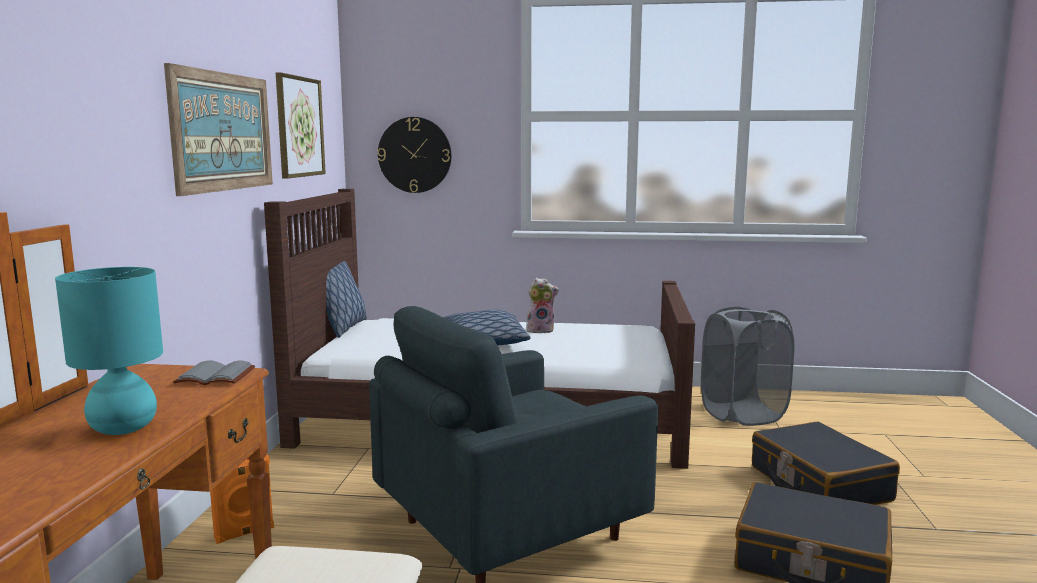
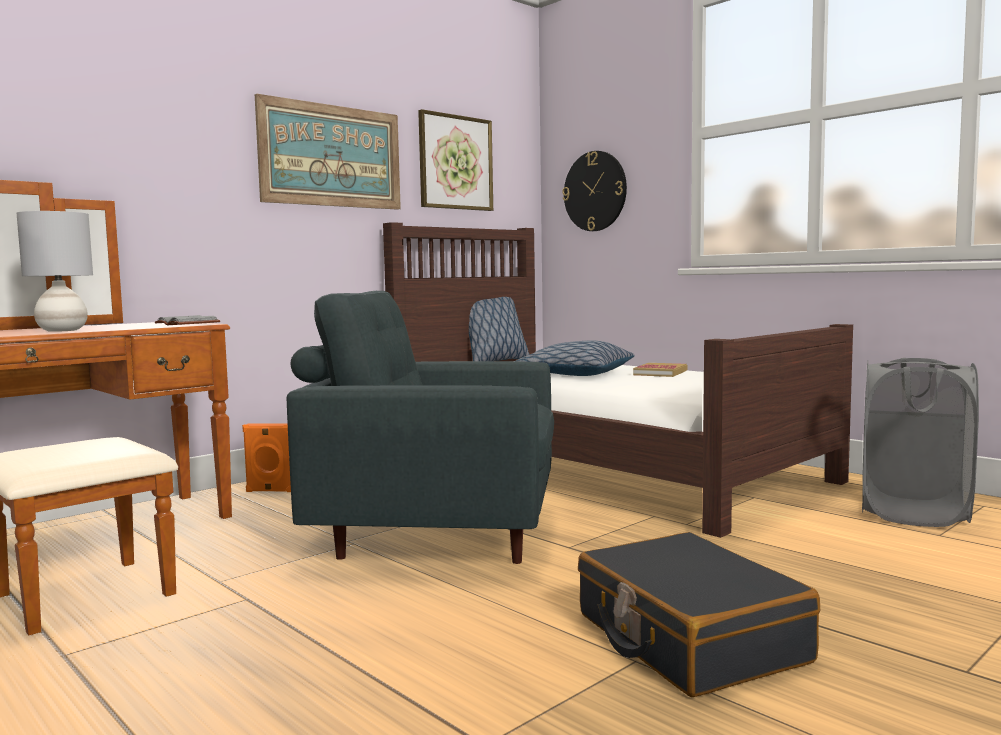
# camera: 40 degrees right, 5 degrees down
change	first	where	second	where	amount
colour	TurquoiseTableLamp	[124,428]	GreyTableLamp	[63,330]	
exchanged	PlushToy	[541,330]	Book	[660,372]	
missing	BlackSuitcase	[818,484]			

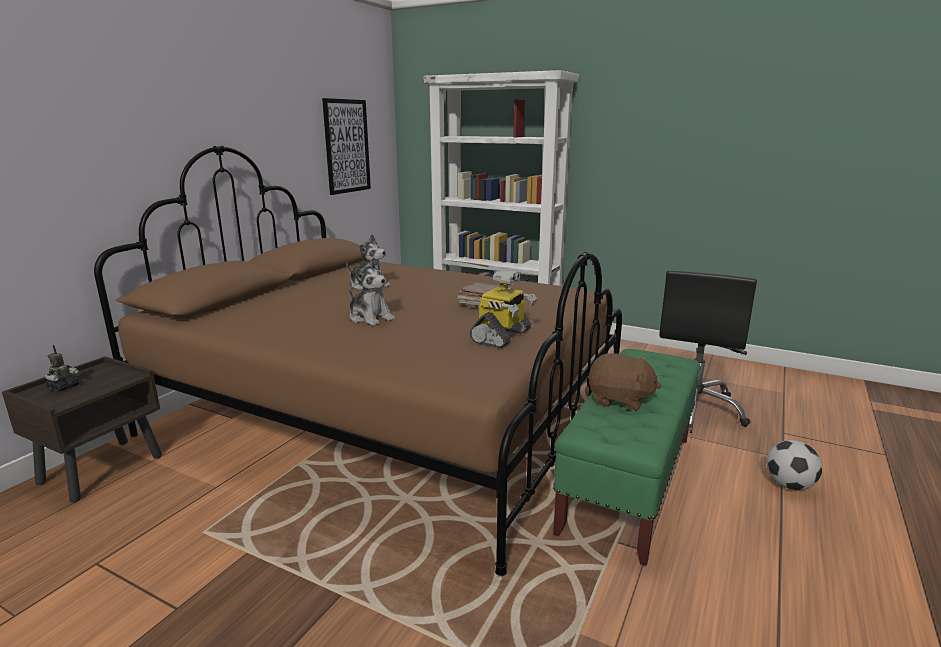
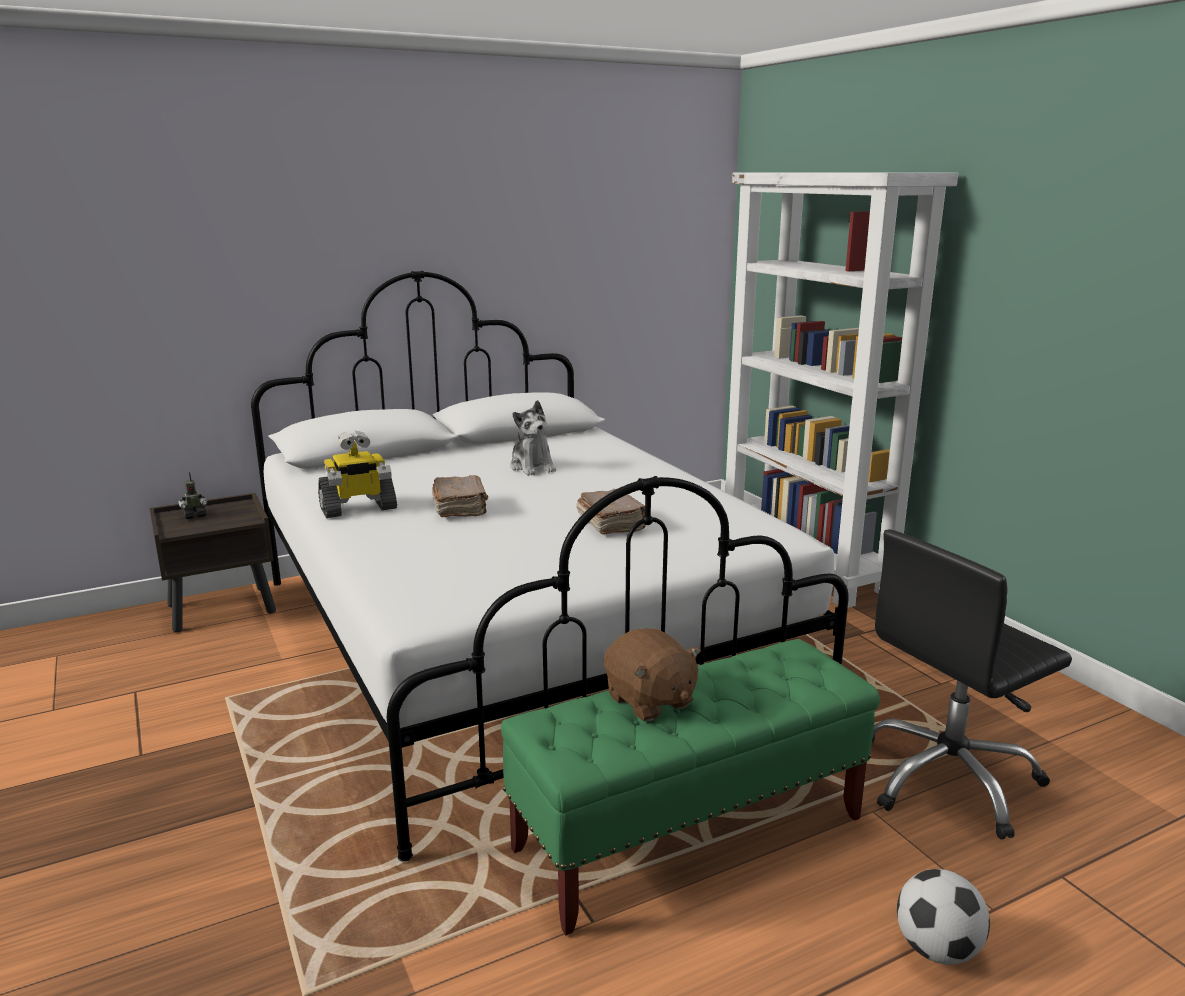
# camera: 35 degrees right, 0 degrees up
change	first	where	second	where	amount
colour	BrownBed	[388,416]	WhiteBed	[516,642]	
relocated	ToyRobot	[502,336]		[358,509]	
exchanged	PlushToy	[370,318]	BrownBook	[460,508]	
missing	Picture	[347,146]			

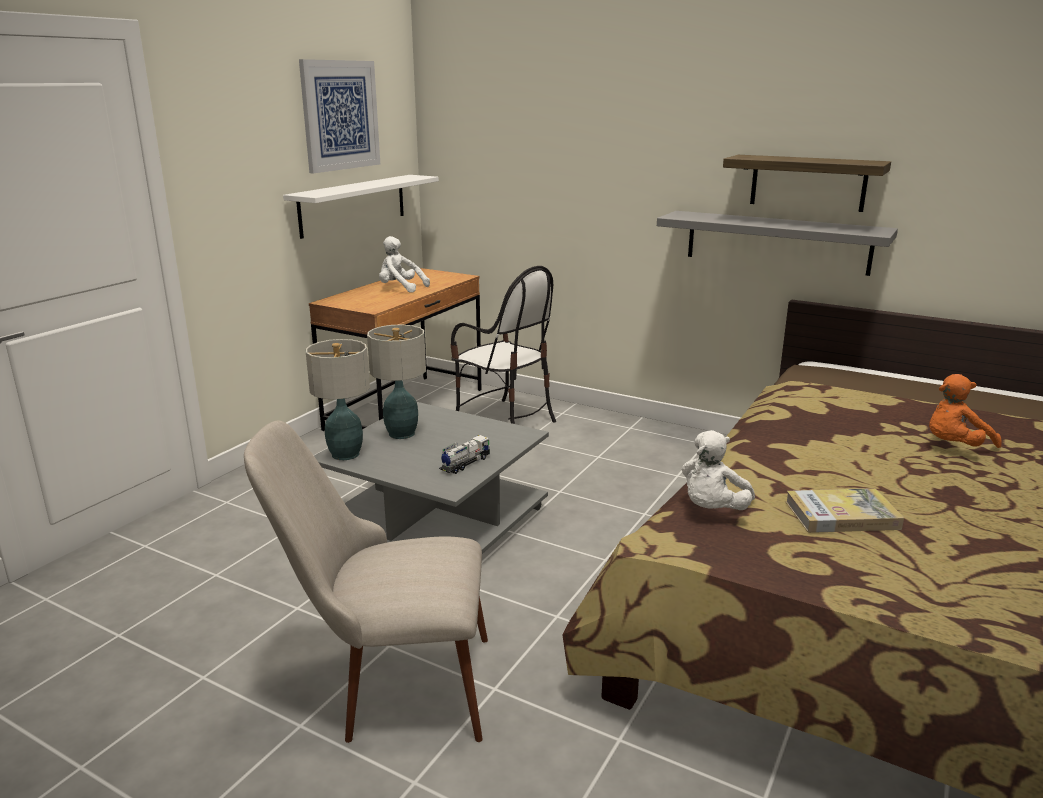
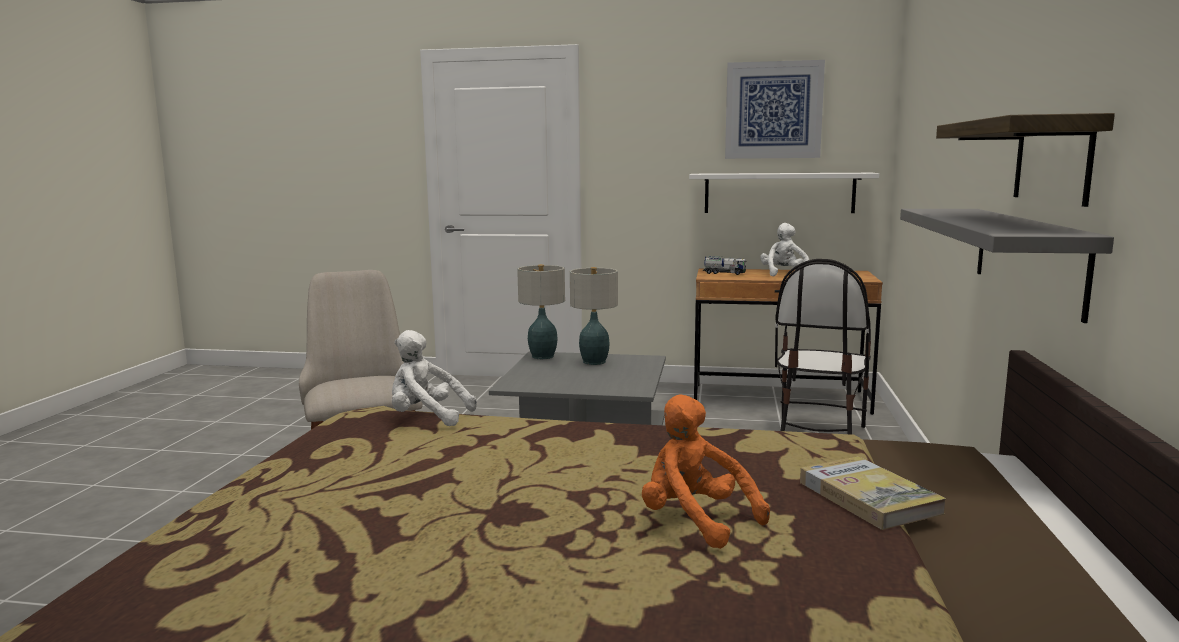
# camera: 70 degrees right, 10 degrees down
change	first	where	second	where	amount
relocated	ToyTruck	[465,464]		[724,273]	
relocated	Book	[841,515]		[868,497]	

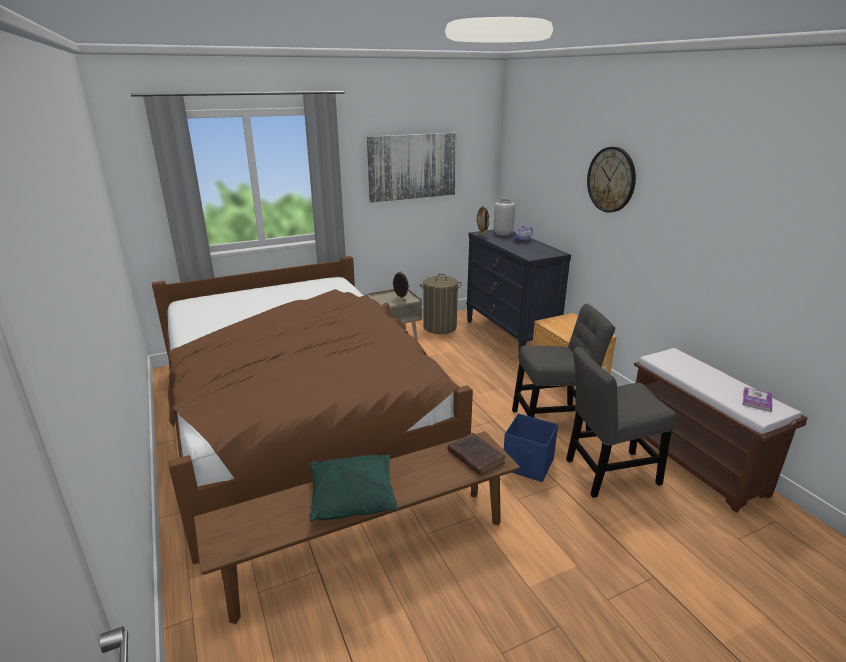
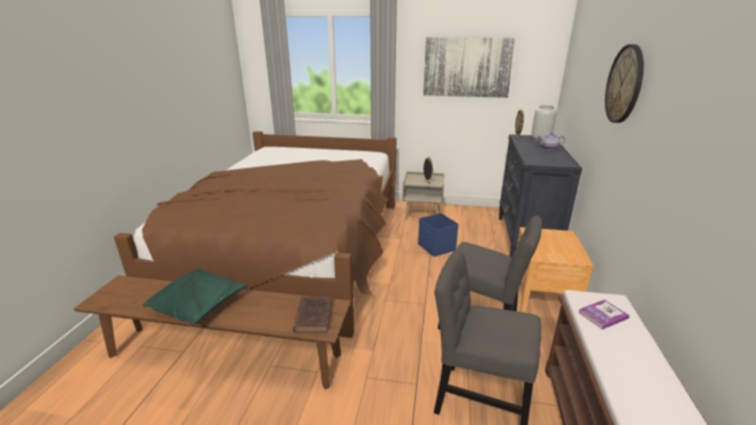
# camera: 35 degrees right, 0 degrees up
change	first	where	second	where	amount
relocated	BlueStorageBox	[528,465]		[436,247]	
relocated	Book	[757,400]		[602,315]	
missing	LaundryBasket	[439,327]			

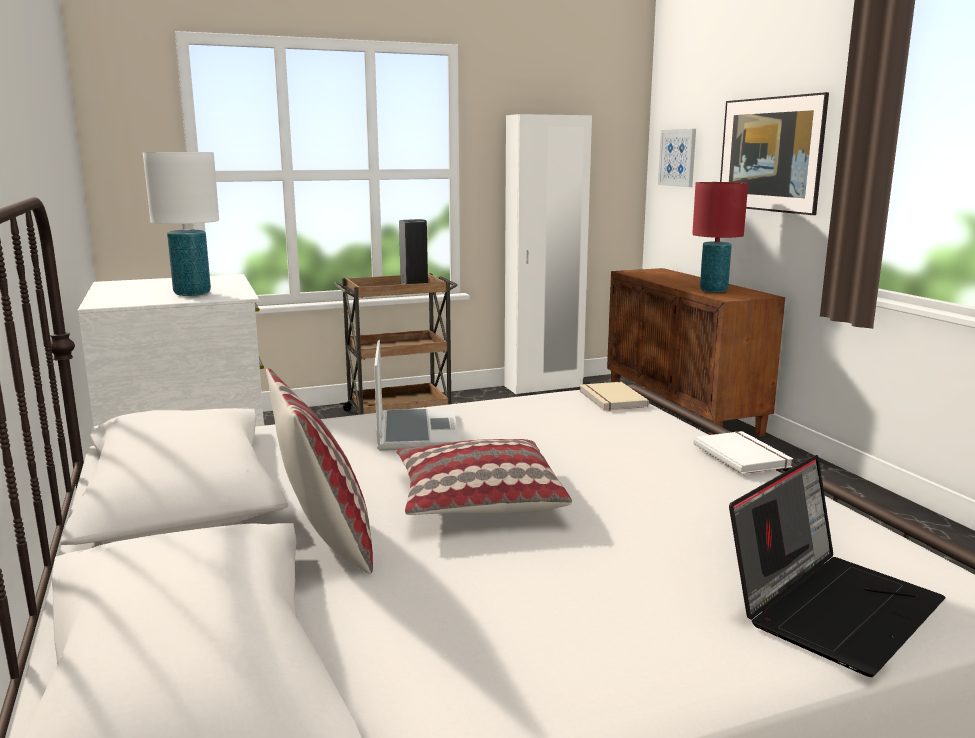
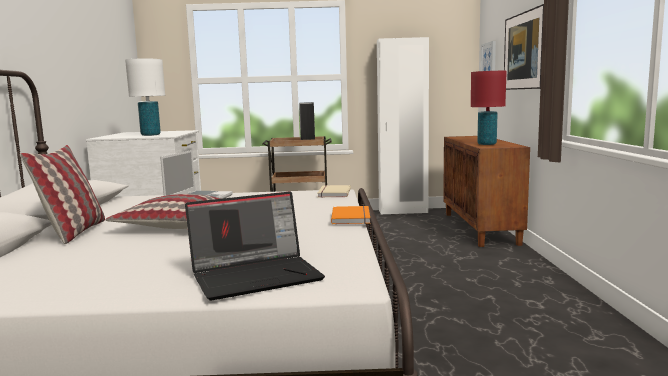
# camera: 20 degrees right, 5 degrees down
change	first	where	second	where	amount
colour	WhiteBook	[743,455]	OrangeBook	[352,217]	

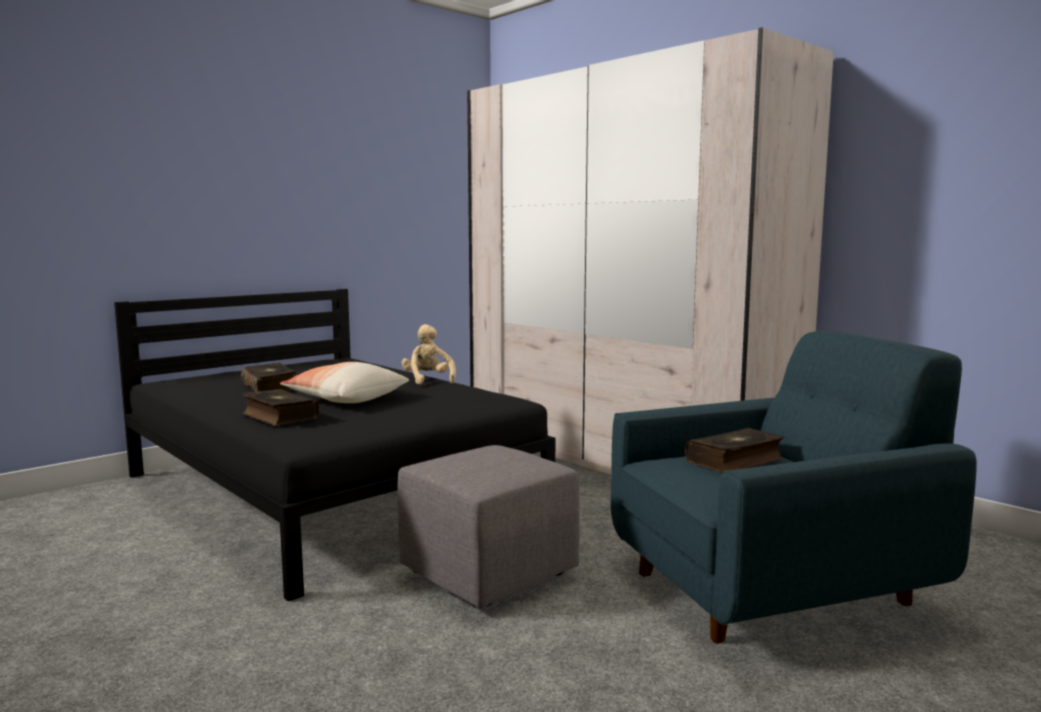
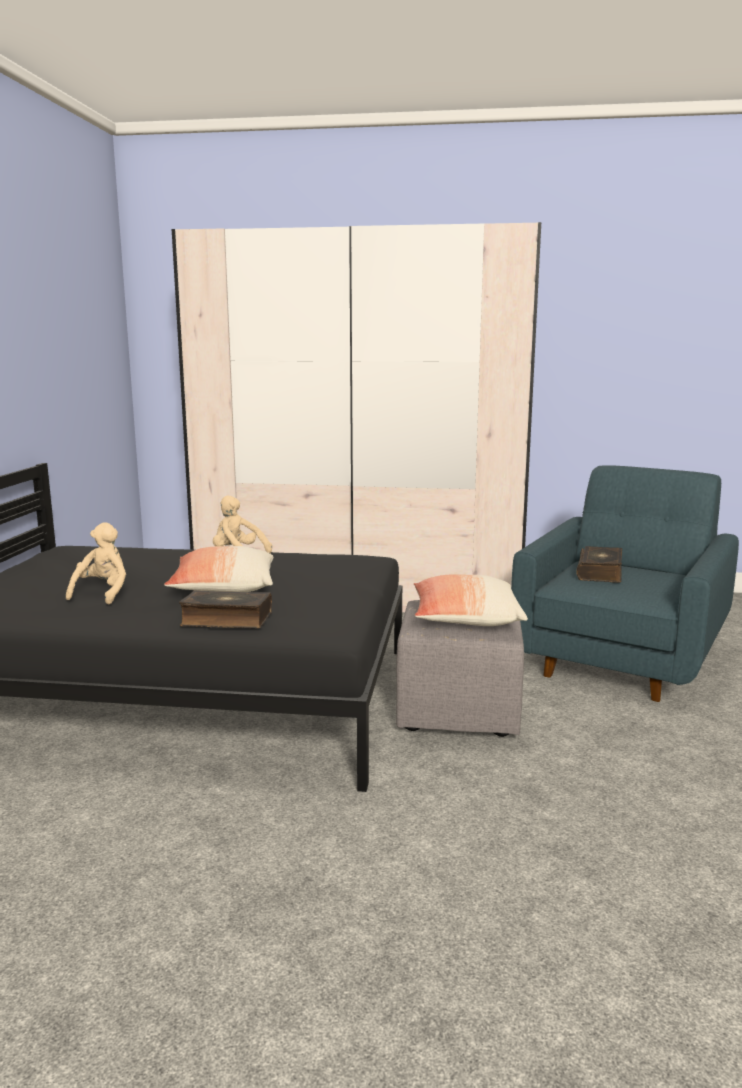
# camera: 40 degrees left, 5 degrees up
change	first	where	second	where	amount
exchanged	Book	[270,387]	BeigePlushToy	[103,593]	
appeared			Pillow	[465,619]	

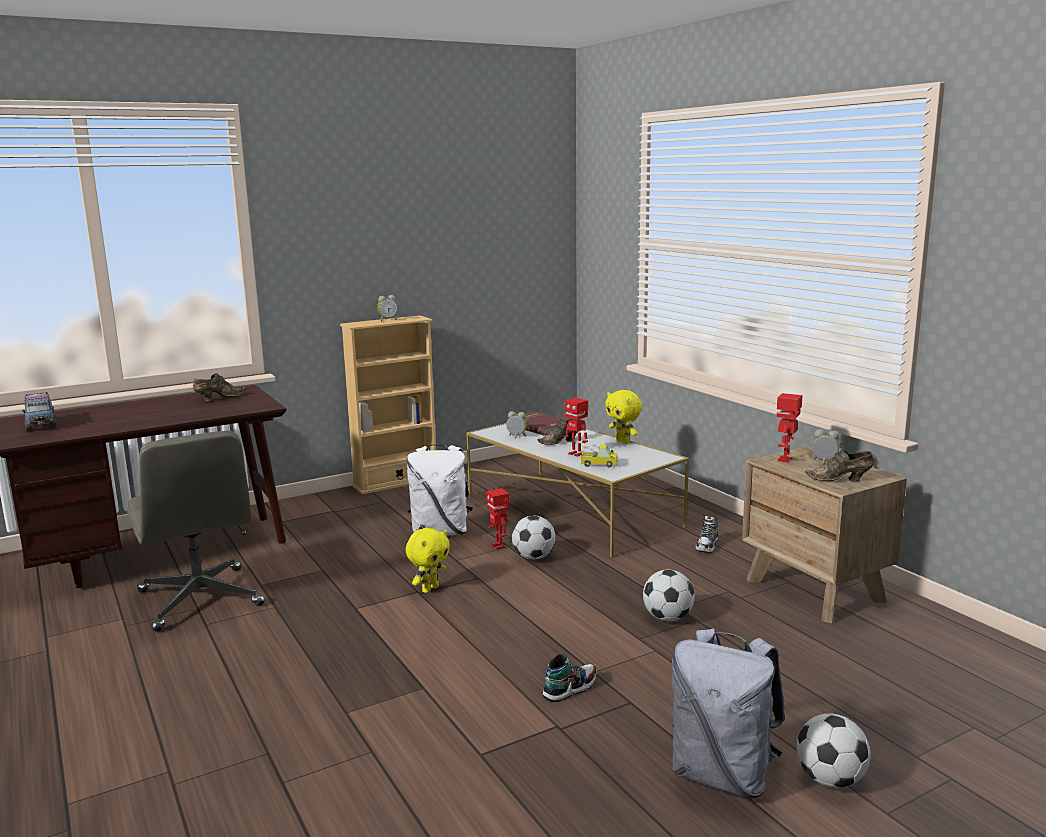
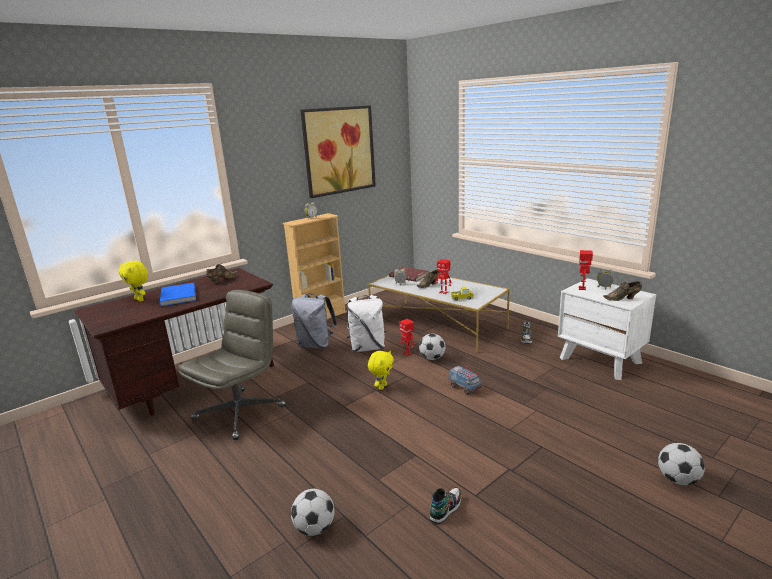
# camera: 10 degrees left, 5 degrees up
change	first	where	second	where	amount
relocated	YellowPlushToy	[623,442]		[140,299]	
appeared			BlueBook	[179,296]	
spun	GreyOfficeChair	[201,599]		[240,412]	105 degrees counterclockwise
relocated	GreyBackpack	[723,775]		[316,345]	
relocated	Football	[668,618]		[314,528]	
appeared			Picture	[339,150]	
relocated	Shoe	[570,688]		[445,509]	
relocated	ToyTruck	[41,425]		[465,388]	
colour	BrownNightstand	[815,590]	WhiteNightstand	[600,360]	

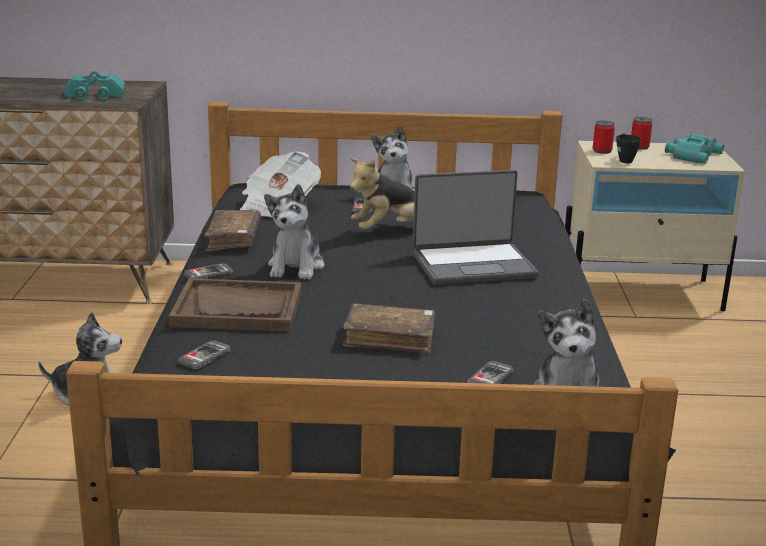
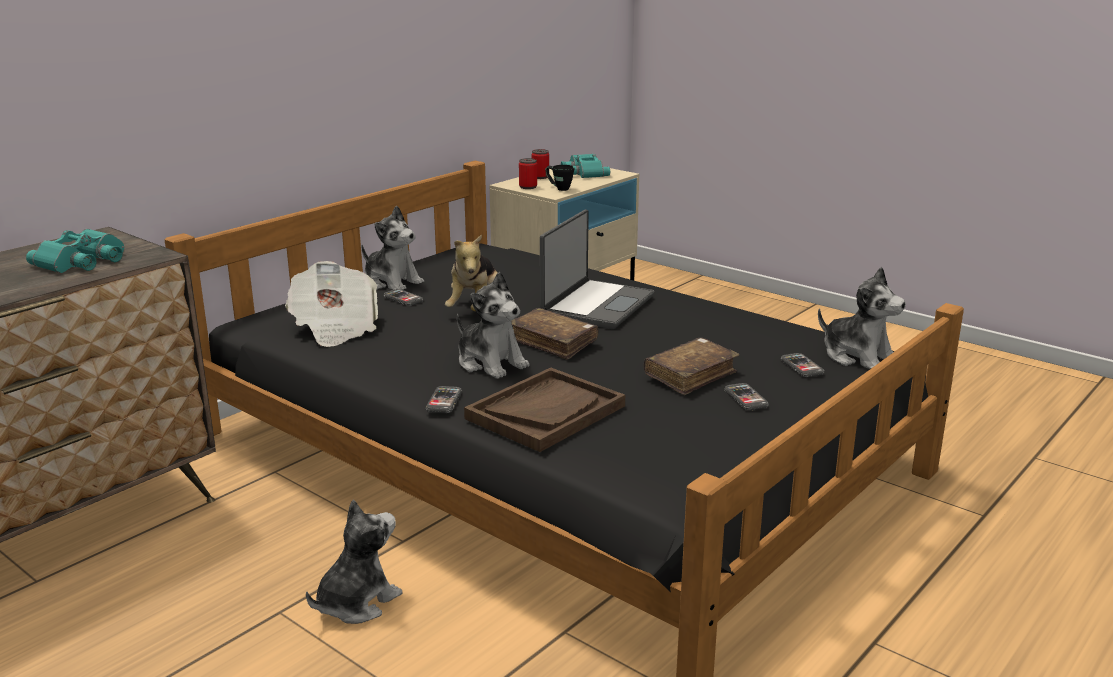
# camera: 50 degrees left, 0 degrees up
change	first	where	second	where	amount
relocated	BrownBook	[233,239]		[553,342]	
relocated	Phone	[204,357]		[746,398]	

